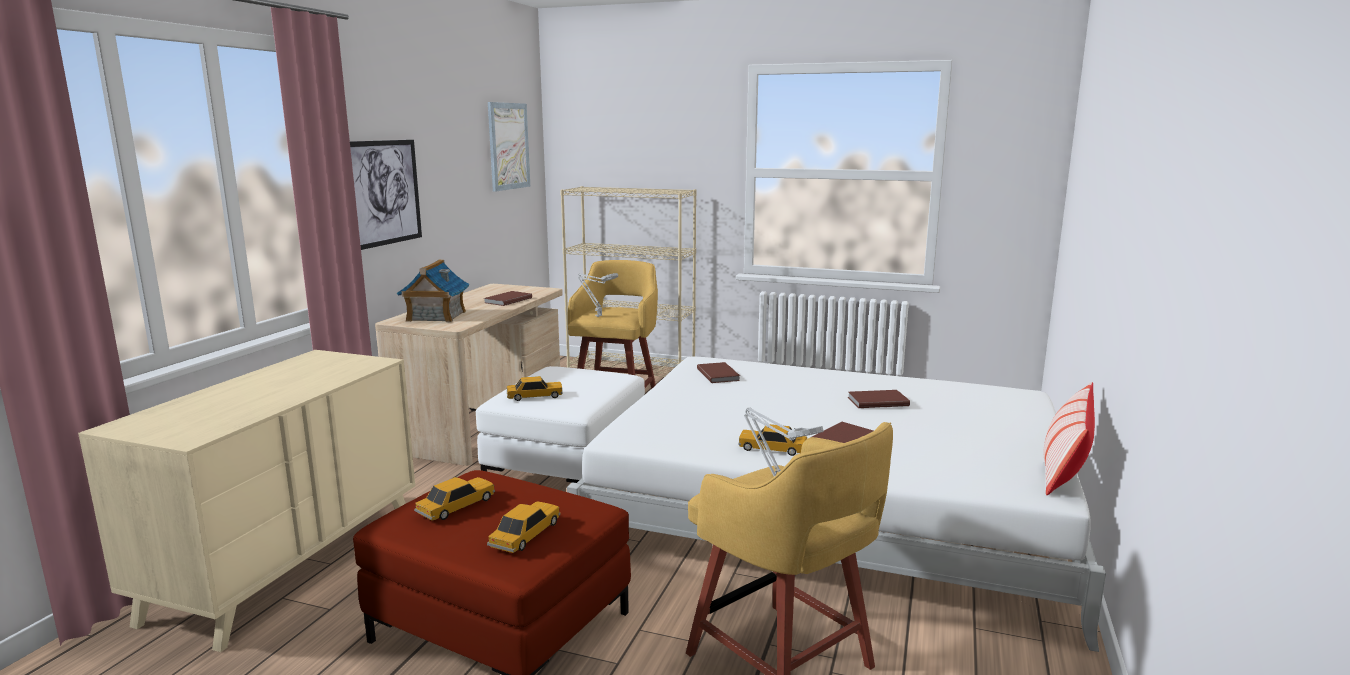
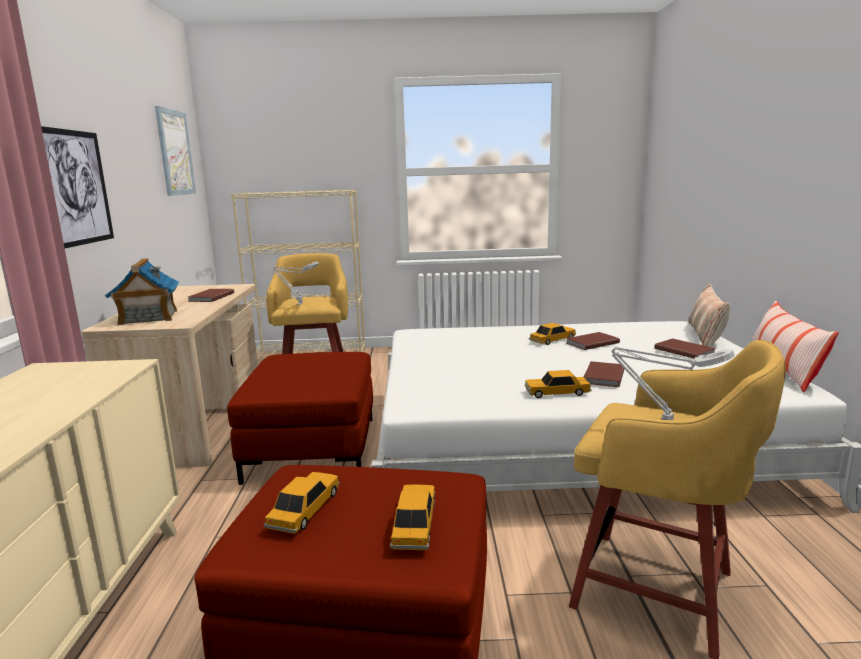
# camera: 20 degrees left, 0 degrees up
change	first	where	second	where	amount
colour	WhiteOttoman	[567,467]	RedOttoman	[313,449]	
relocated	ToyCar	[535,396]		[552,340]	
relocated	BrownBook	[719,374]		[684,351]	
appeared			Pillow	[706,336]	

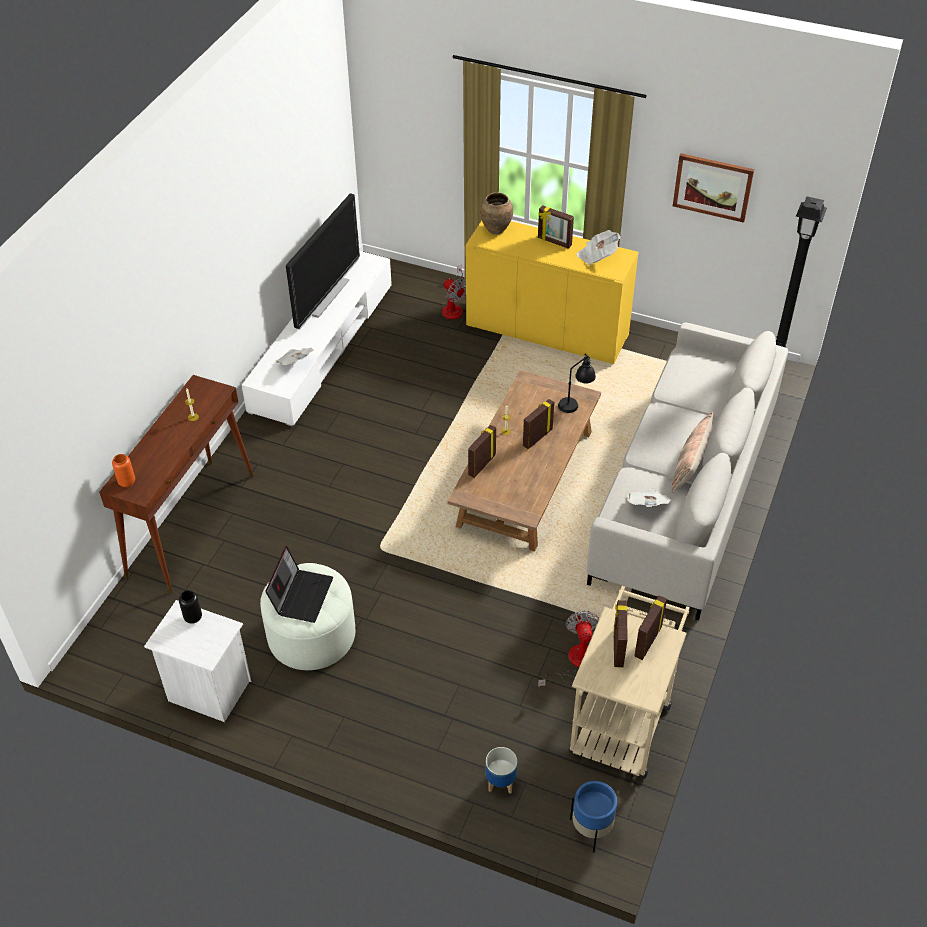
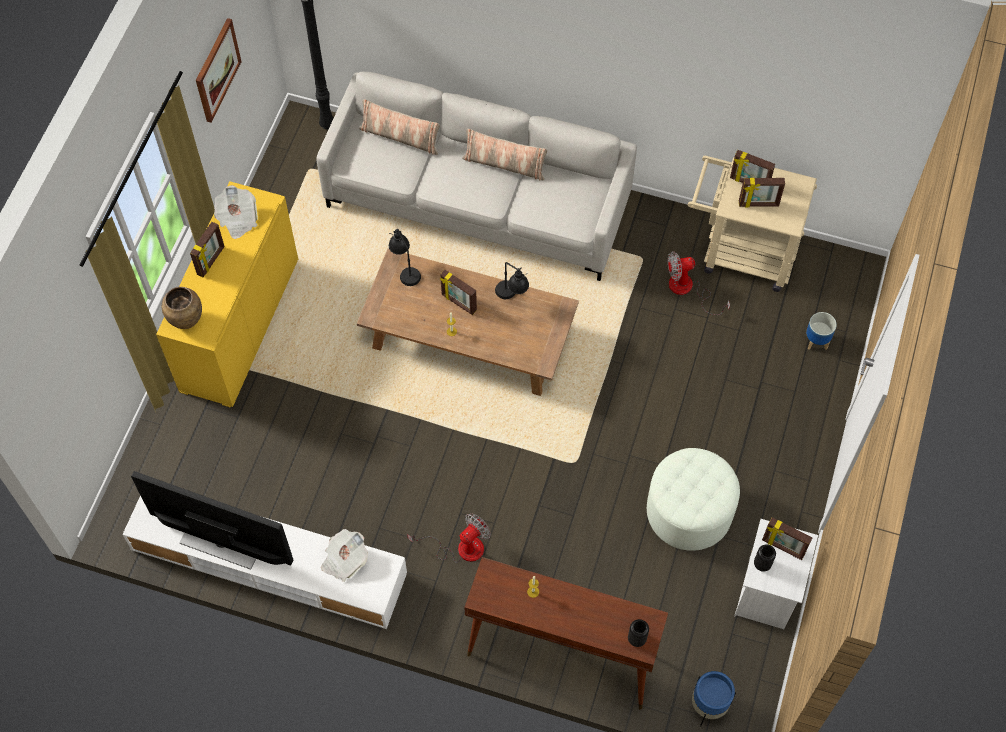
# camera: 95 degrees left, 15 degrees up
change	first	where	second	where	amount
appeared			Pillow	[400,137]	
relocated	Fan	[454,307]		[460,548]	
appeared			BlackTableLamp	[512,296]	
colour	OrangeVase	[127,482]	BlackVase	[637,639]	
relocated	BluePlanter	[591,829]		[708,706]	
relocated	PictureFrame	[481,465]		[783,547]	
missing	Laptop	[301,595]			
missing	Newspaper	[647,505]			

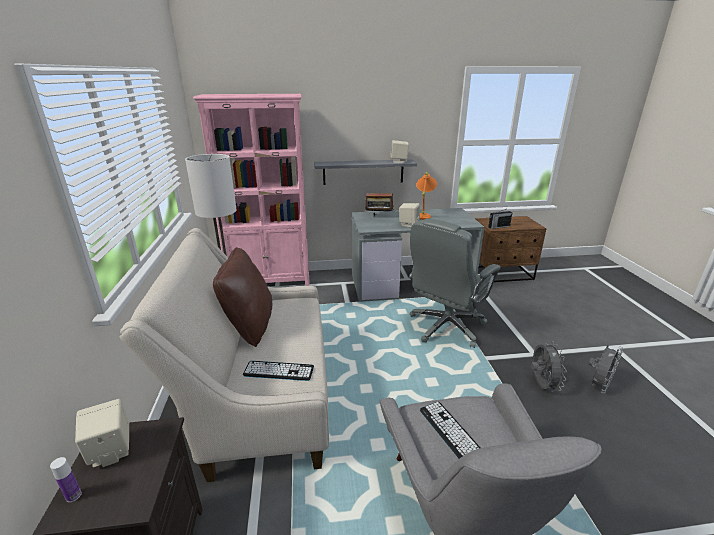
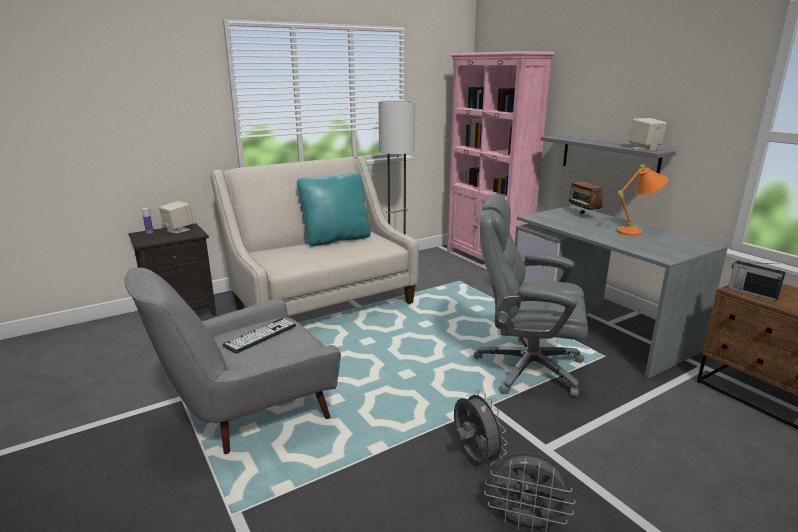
# camera: 65 degrees right, 5 degrees down
change	first	where	second	where	amount
colour	BrownPillow	[250,326]	TurquoisePillow	[336,239]	
spun	GreyFan	[541,385]		[474,458]	90 degrees counterclockwise
missing	Keyboard	[278,371]			
missing	BeigeSpeaker	[408,224]			

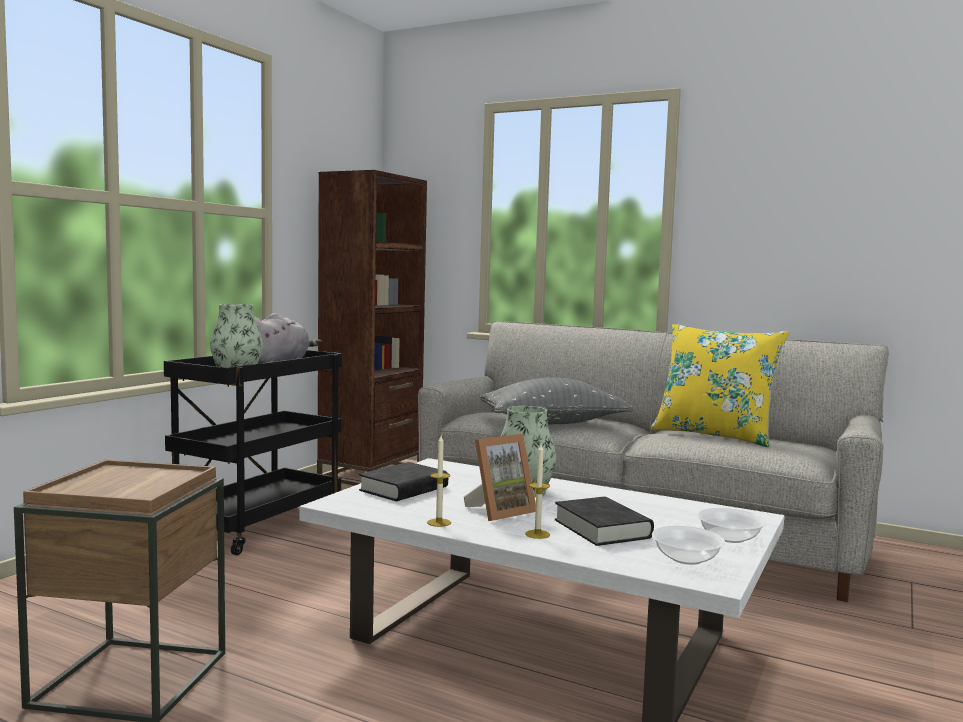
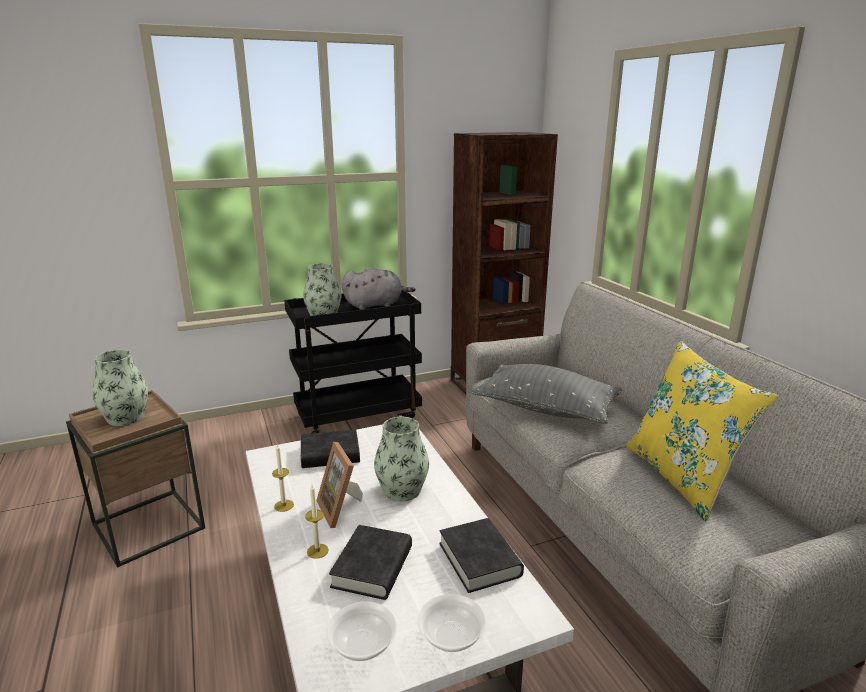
# camera: 40 degrees right, 15 degrees up
change	first	where	second	where	amount
appeared			Vase	[126,417]	
spun	PictureFrame	[499,511]		[342,509]	60 degrees clockwise
appeared			BlackBook	[479,560]	

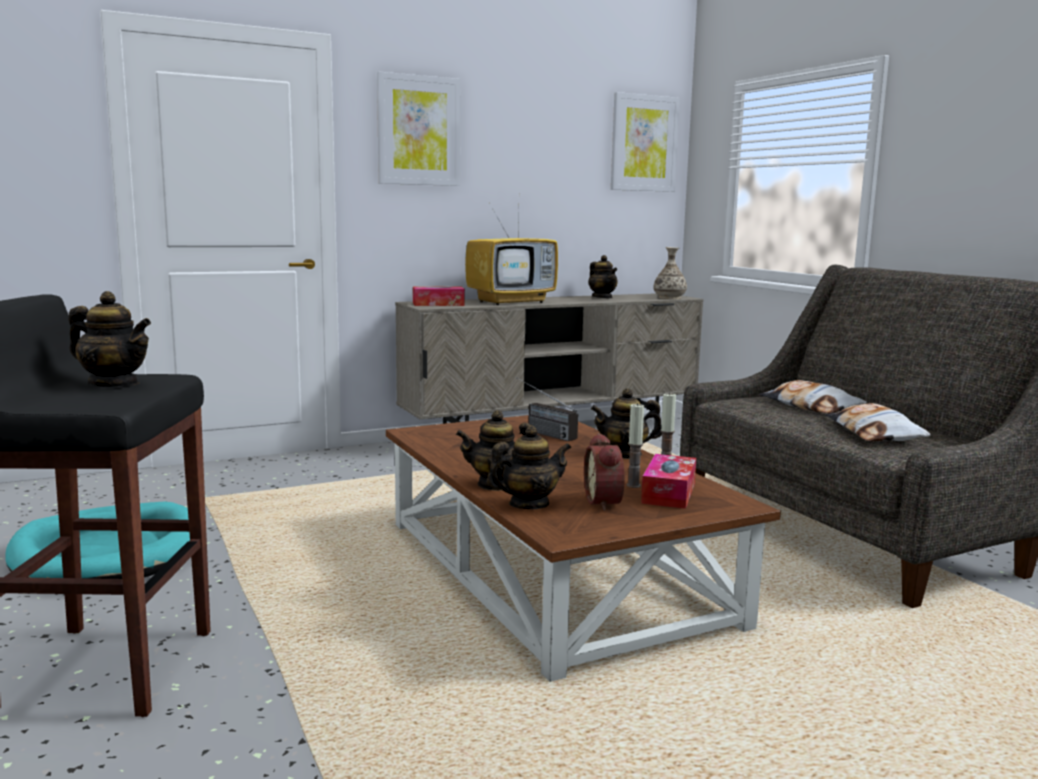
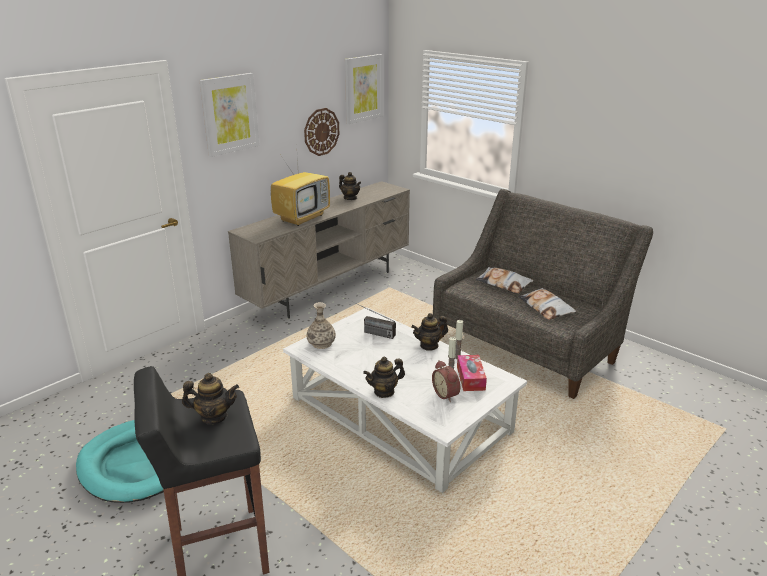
# camera: 20 degrees left, 15 degrees up
change	first	where	second	where	amount
colour	BrownCoffeeTable	[555,572]	WhiteCoffeeTable	[401,415]	
appeared			WallClock	[321,132]	
relocated	Vase	[669,298]		[321,343]	
missing	TissueBox	[438,304]			
missing	Teapot	[528,504]			

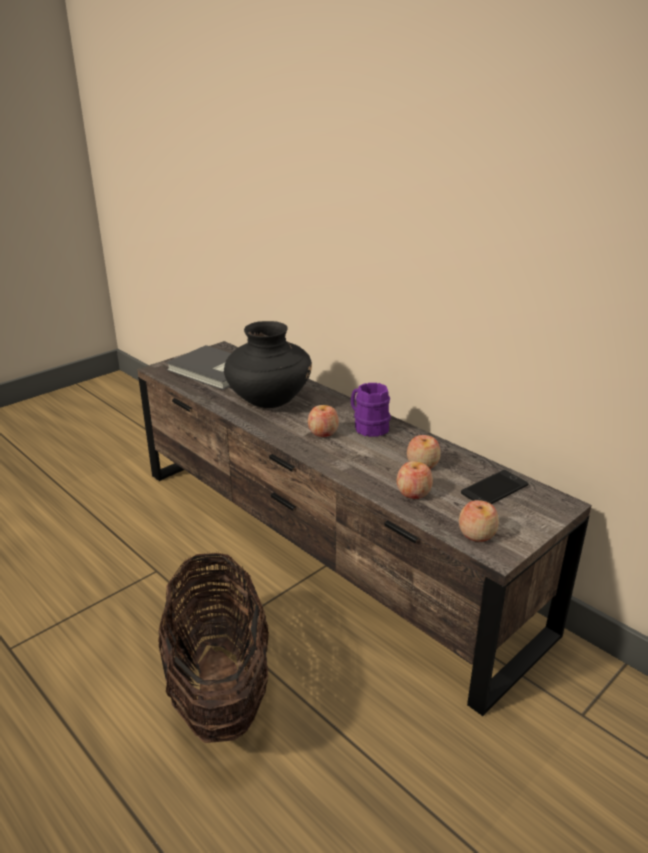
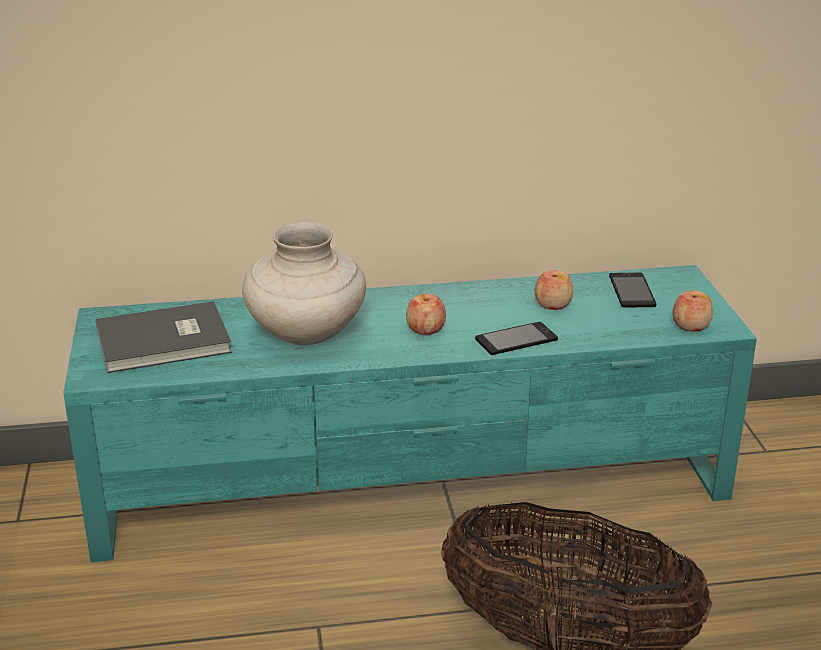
# camera: 55 degrees left, 0 degrees up
change	first	where	second	where	amount
colour	BrownTvStand	[326,545]	TurquoiseTvStand	[413,482]	
colour	BlackVase	[268,401]	BeigeVase	[306,334]	
appeared			Phone	[516,339]	
missing	PurpleMug	[367,427]			
missing	Apple	[413,492]			

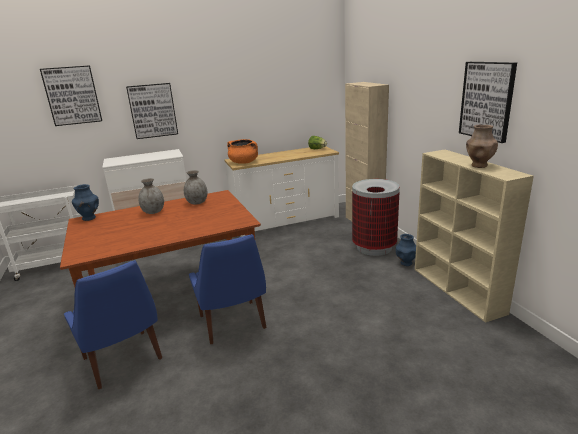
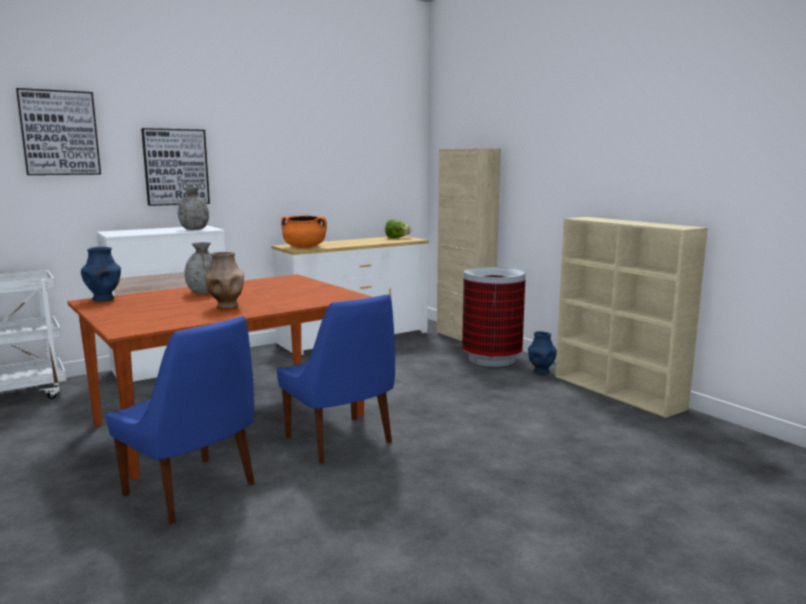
# camera: 15 degrees left, 10 degrees down
change	first	where	second	where	amount
relocated	GreyVase	[197,202]		[194,229]	
relocated	BrownVase	[479,166]		[226,307]	
missing	Picture	[487,100]			

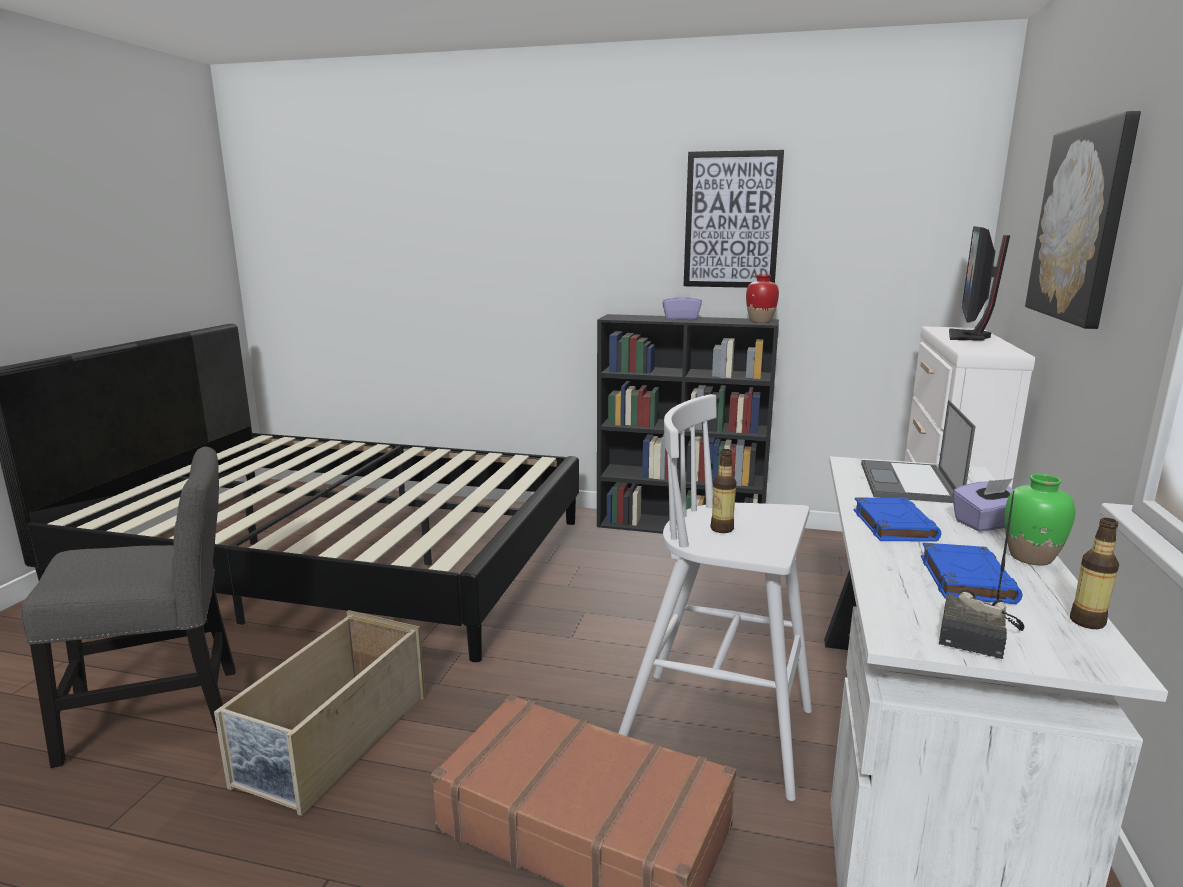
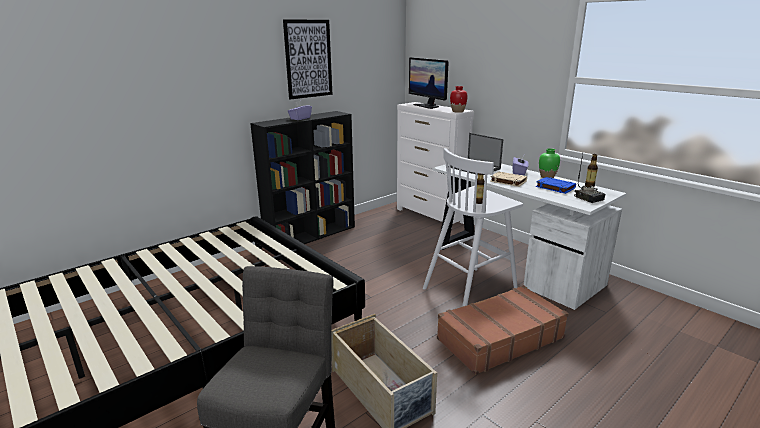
# camera: 55 degrees left, 5 degrees up
change	first	where	second	where	amount
relocated	RedVase	[760,321]		[457,111]	
colour	BlueBook	[893,525]	BeigeBook	[507,181]	
missing	Picture	[1081,223]			

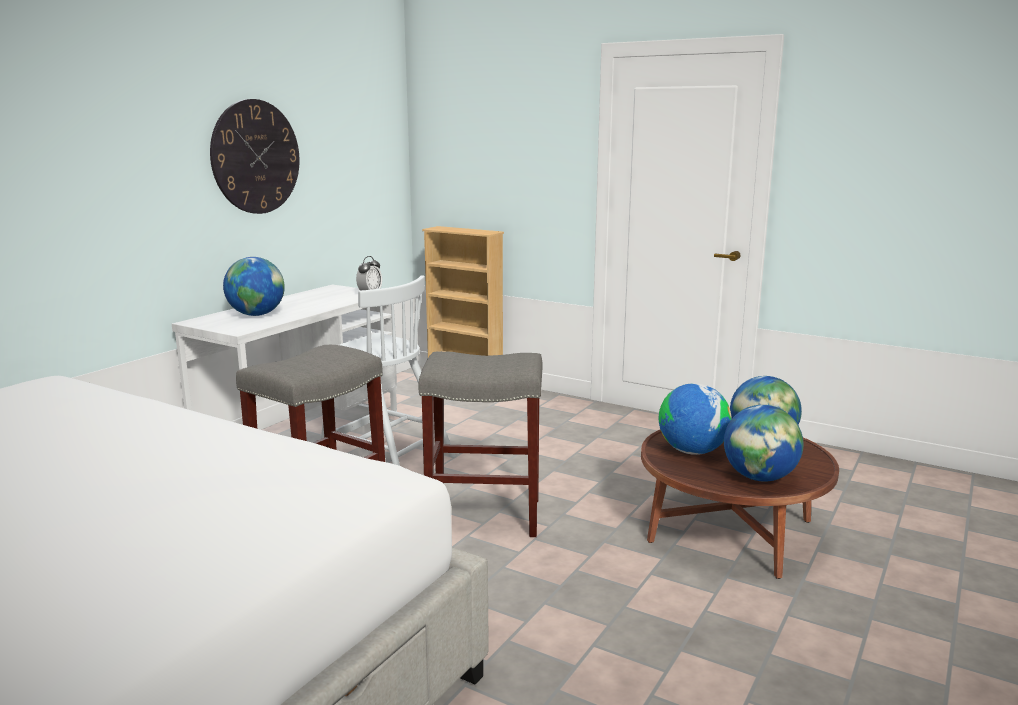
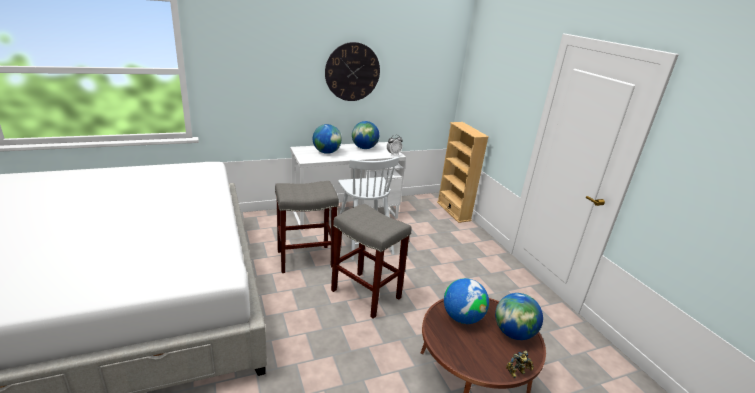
# camera: 35 degrees right, 10 degrees up
change	first	where	second	where	amount
relocated	Globe	[759,478]		[364,148]	
appeared			ToyRobot	[517,373]	

